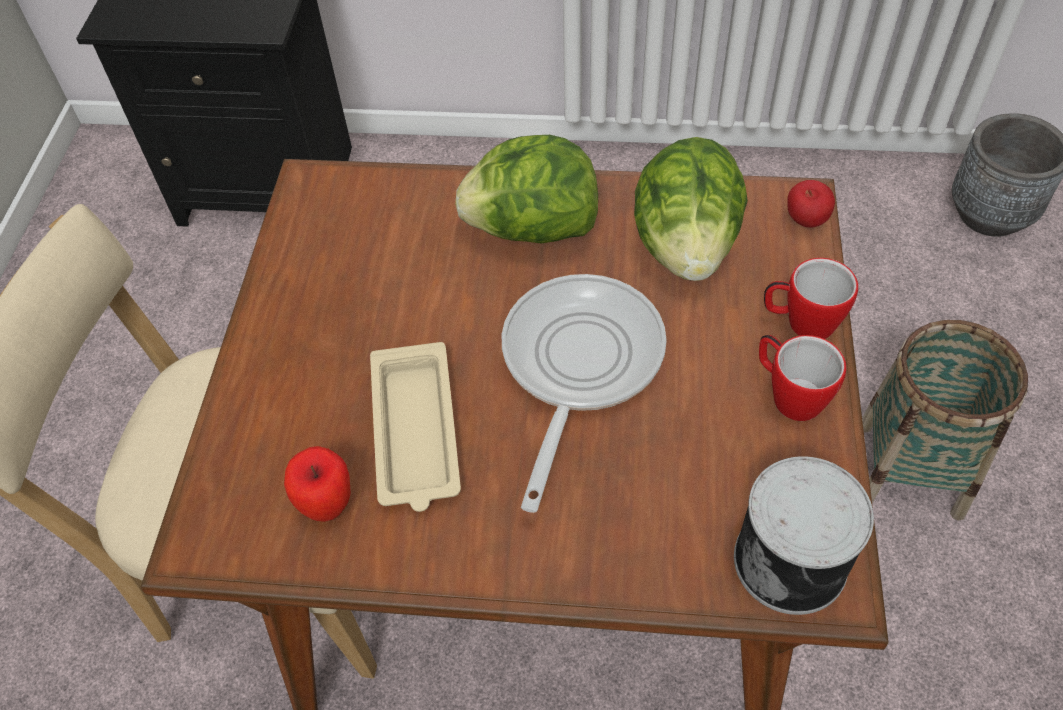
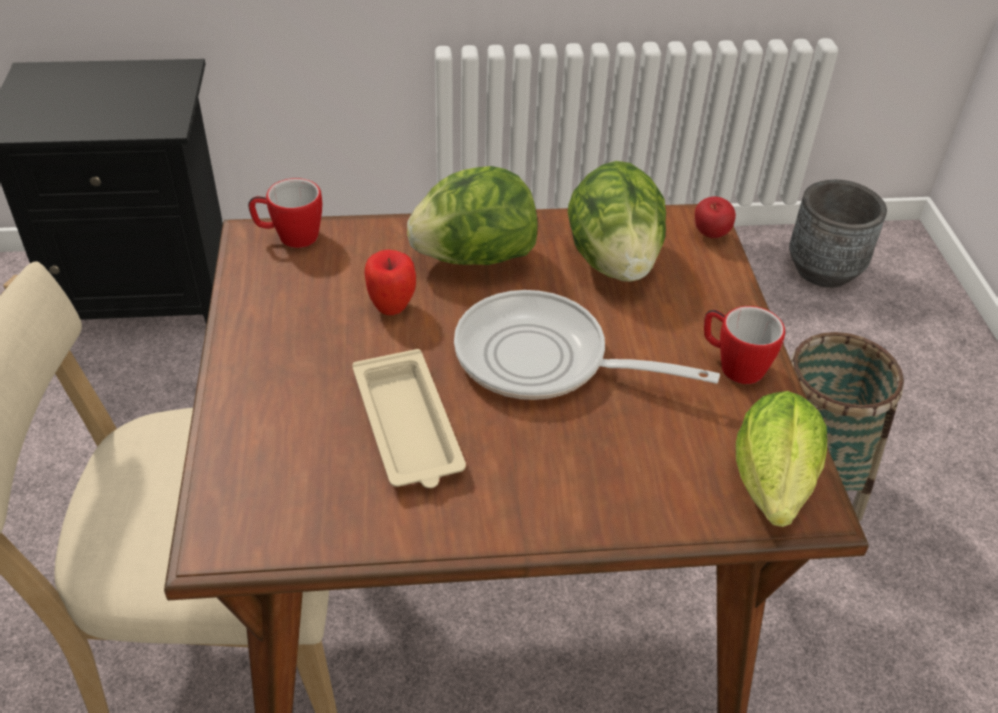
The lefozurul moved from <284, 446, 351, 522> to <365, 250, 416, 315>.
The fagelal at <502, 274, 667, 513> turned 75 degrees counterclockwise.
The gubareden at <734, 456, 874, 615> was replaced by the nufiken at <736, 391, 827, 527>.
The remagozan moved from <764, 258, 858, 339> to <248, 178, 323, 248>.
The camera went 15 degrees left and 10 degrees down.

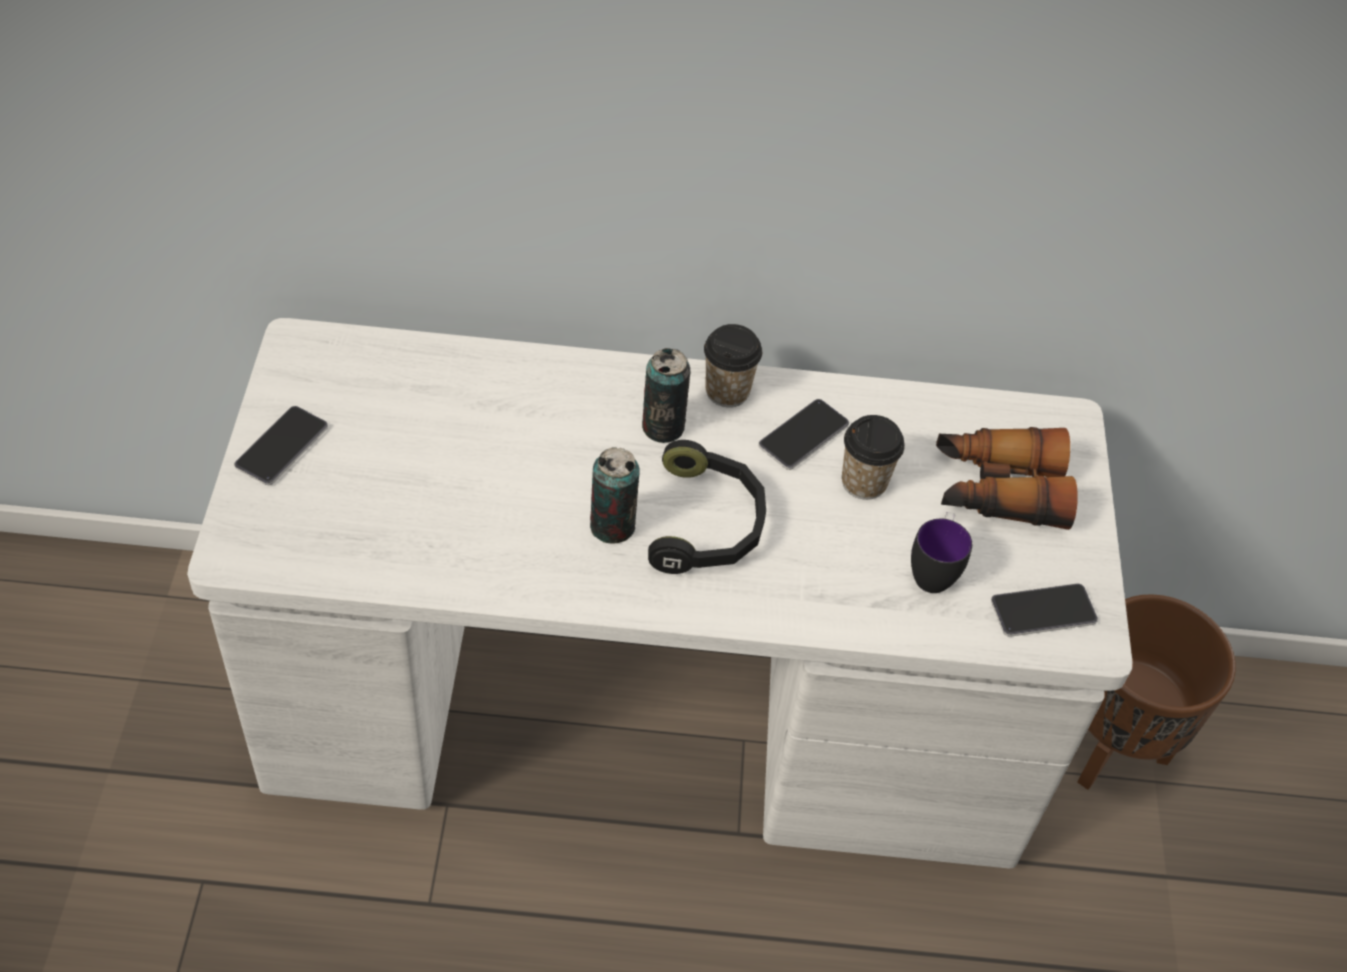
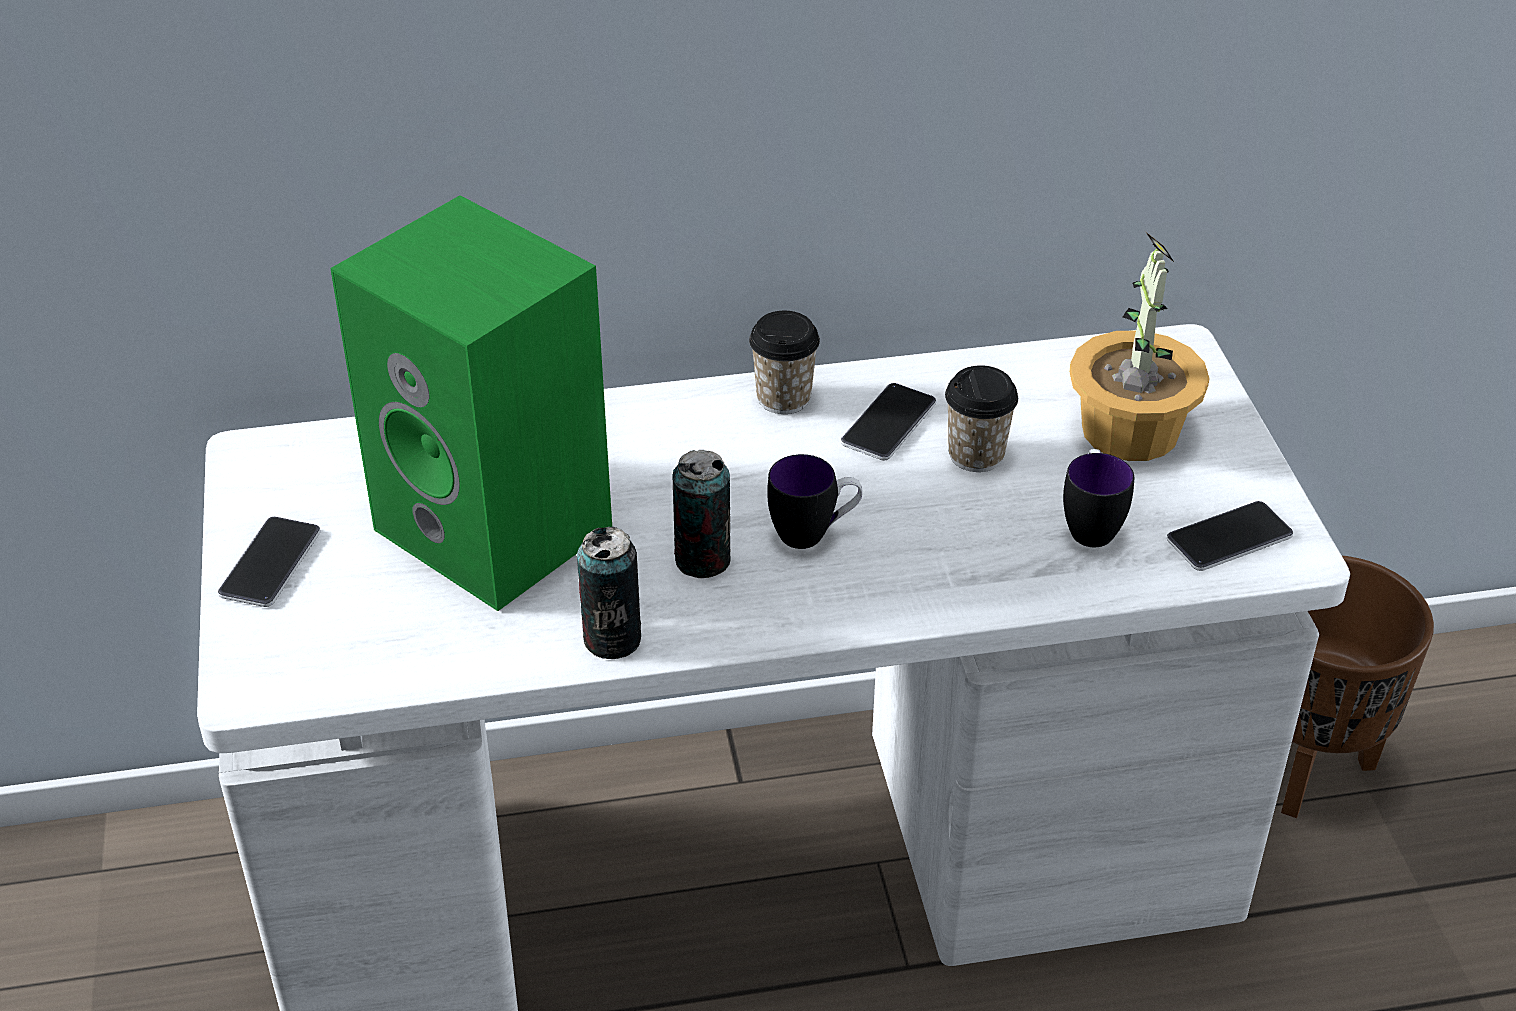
The gubareden moved from <642, 348, 690, 443> to <577, 527, 641, 659>.
The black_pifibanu at <648, 440, 766, 574> was replaced by the remagozan at <767, 454, 863, 549>.
The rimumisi at <936, 427, 1078, 530> was replaced by the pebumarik at <1069, 232, 1210, 461>.
The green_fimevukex at <330, 195, 612, 611> appeared.
The camera went 10 degrees left and 10 degrees down.

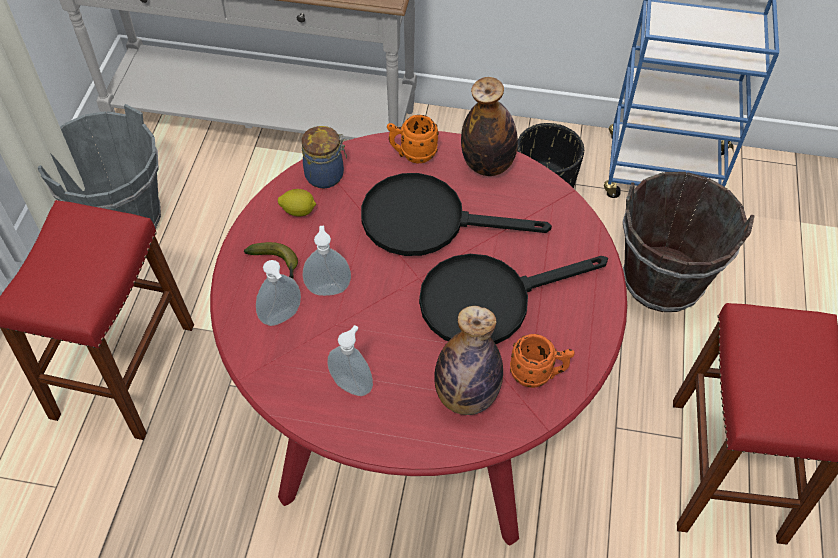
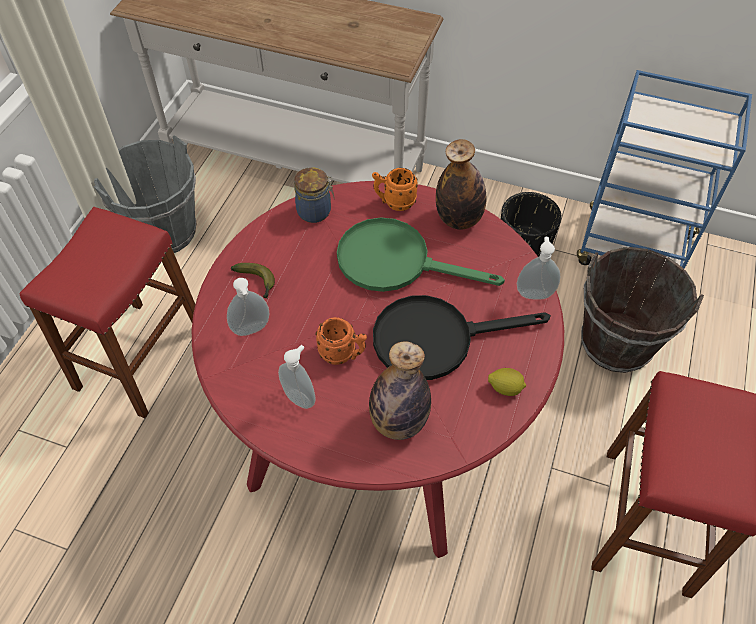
The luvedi moved from <278, 189, 316, 217> to <488, 368, 526, 396>.
The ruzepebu moved from <303, 226, 351, 296> to <517, 237, 560, 300>.
The black_fagelal at <361, 173, 552, 256> became the green_fagelal at <337, 218, 505, 292>.
The orange_remagozan moved from <510, 334, 575, 388> to <315, 317, 367, 365>.
The camera went 10 degrees right and 0 degrees up.

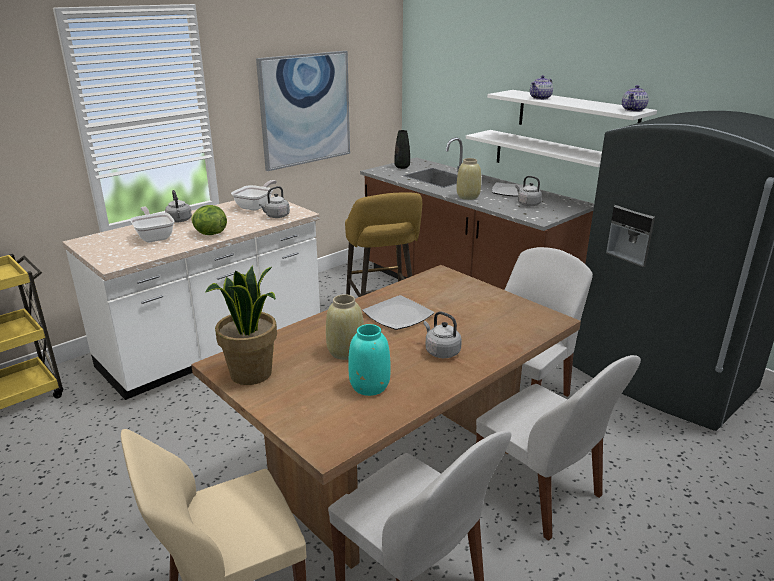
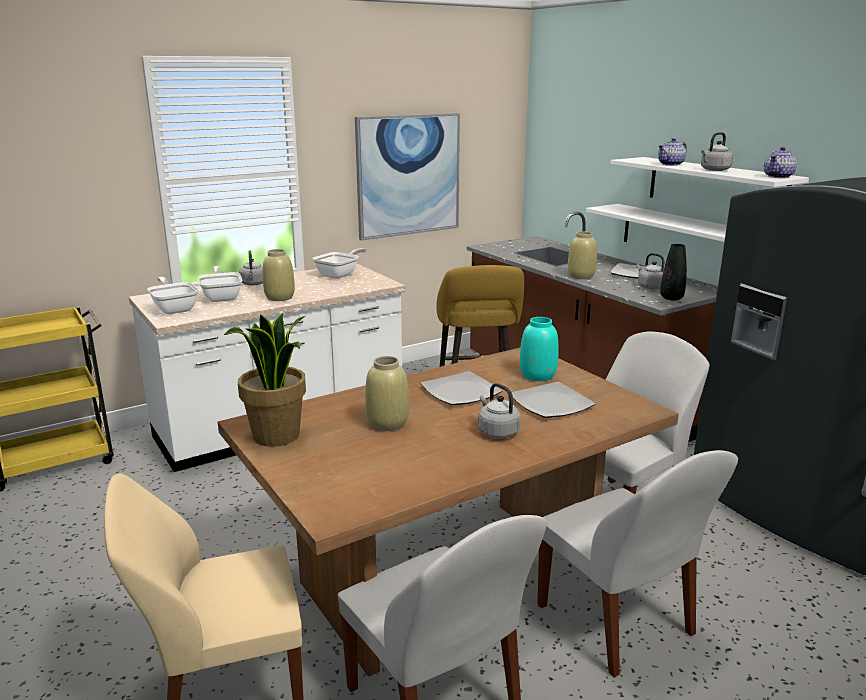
The nufiken at <191, 205, 227, 235> was replaced by the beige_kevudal at <263, 249, 295, 301>.
The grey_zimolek moved from <259, 186, 290, 218> to <701, 132, 733, 171>.
The turquoise_kevudal moved from <348, 324, 391, 396> to <520, 317, 559, 381>.
The black_kevudal moved from <394, 130, 410, 169> to <660, 244, 687, 301>.
The fagelal at <147, 277, 199, 314> appeared.
The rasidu at <511, 382, 596, 418> appeared.
The camera went 10 degrees right and 5 degrees down.

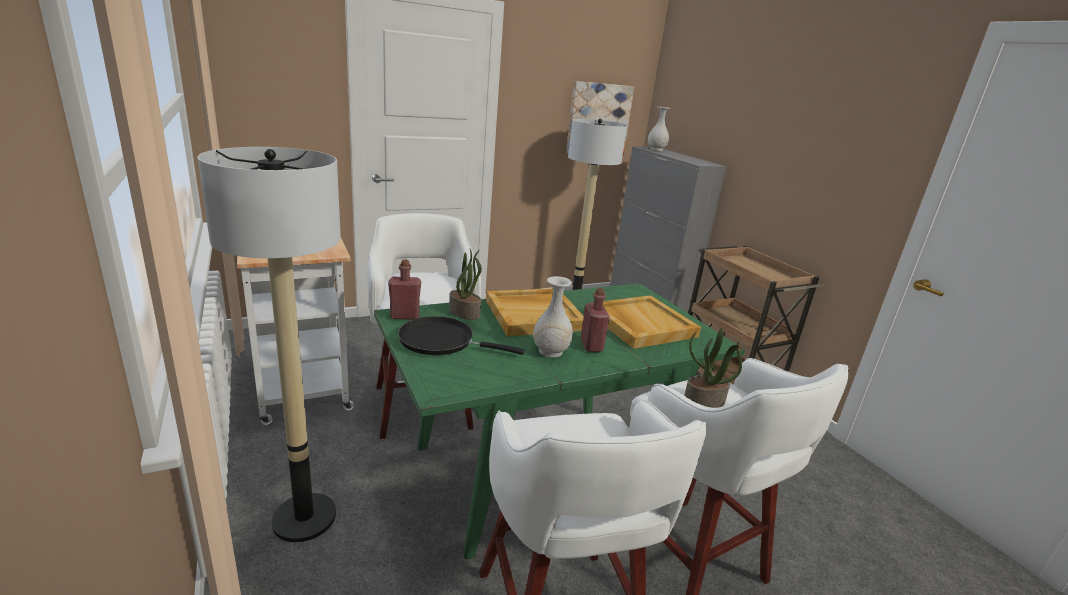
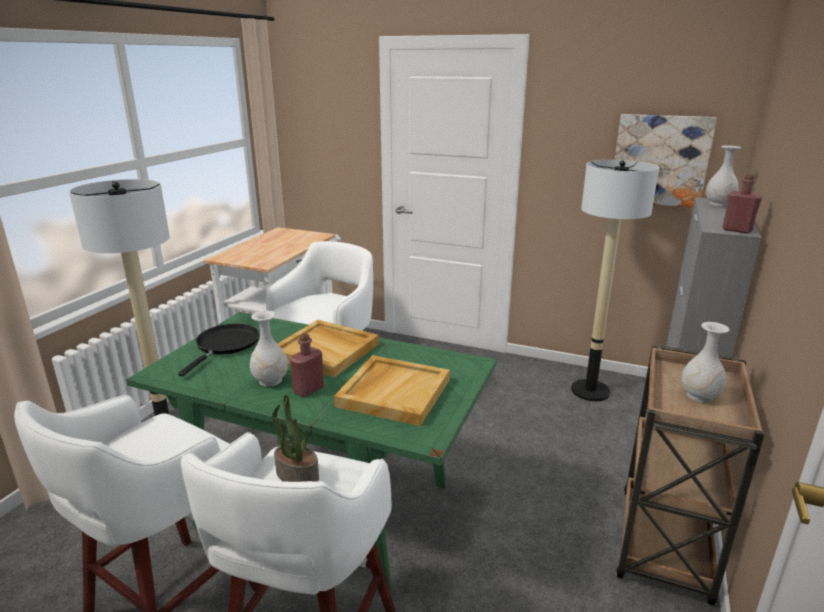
The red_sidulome moved from <388, 260, 421, 319> to <722, 174, 762, 234>.
The black_fagelal at <398, 316, 525, 355> turned 45 degrees clockwise.
The pebumarik at <449, 249, 482, 320> disappeared.
The white_kevudal at <682, 322, 729, 403> appeared.
The camera went 50 degrees right and 0 degrees up.

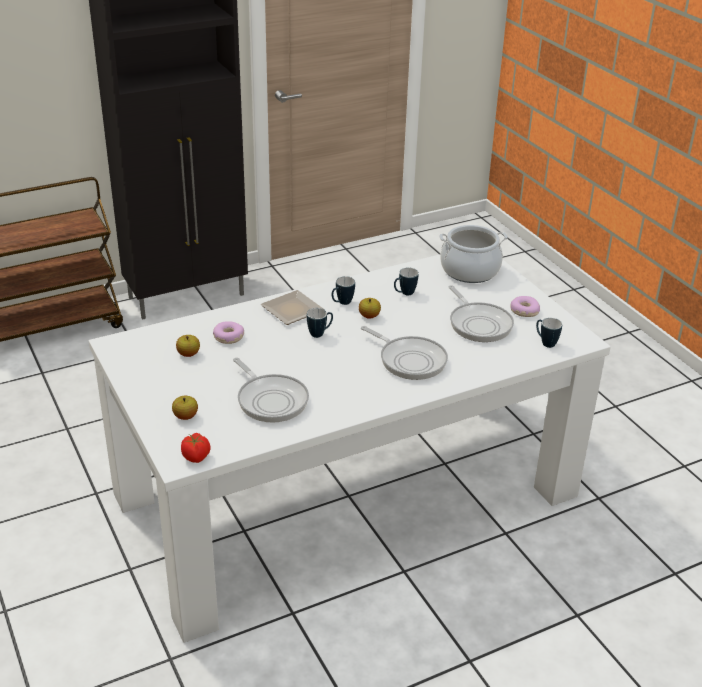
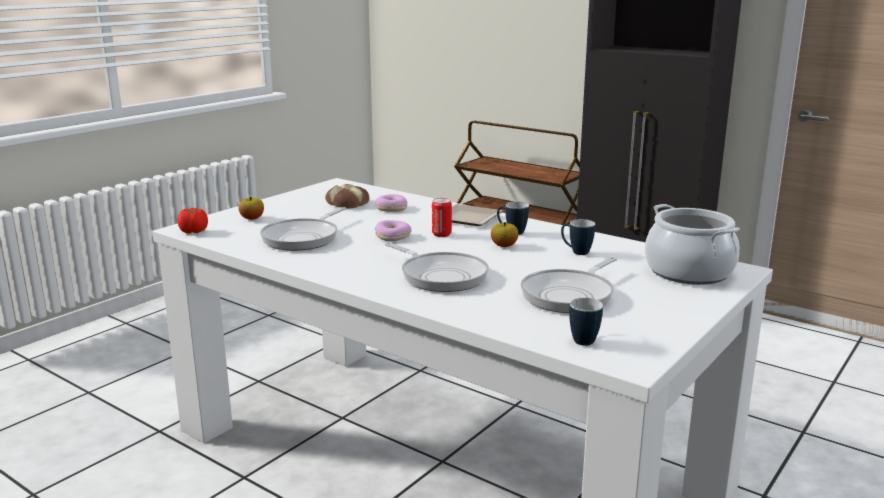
The lefozurul at <176, 335, 200, 357> was replaced by the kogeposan at <325, 184, 369, 209>.
The remagozan at <307, 308, 333, 338> was replaced by the gubareden at <432, 198, 452, 237>.
The fagelal at <361, 326, 448, 380> turned 60 degrees counterclockwise.
The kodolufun moved from <510, 296, 540, 317> to <375, 220, 411, 241>.
The camera went 65 degrees right and 15 degrees down.

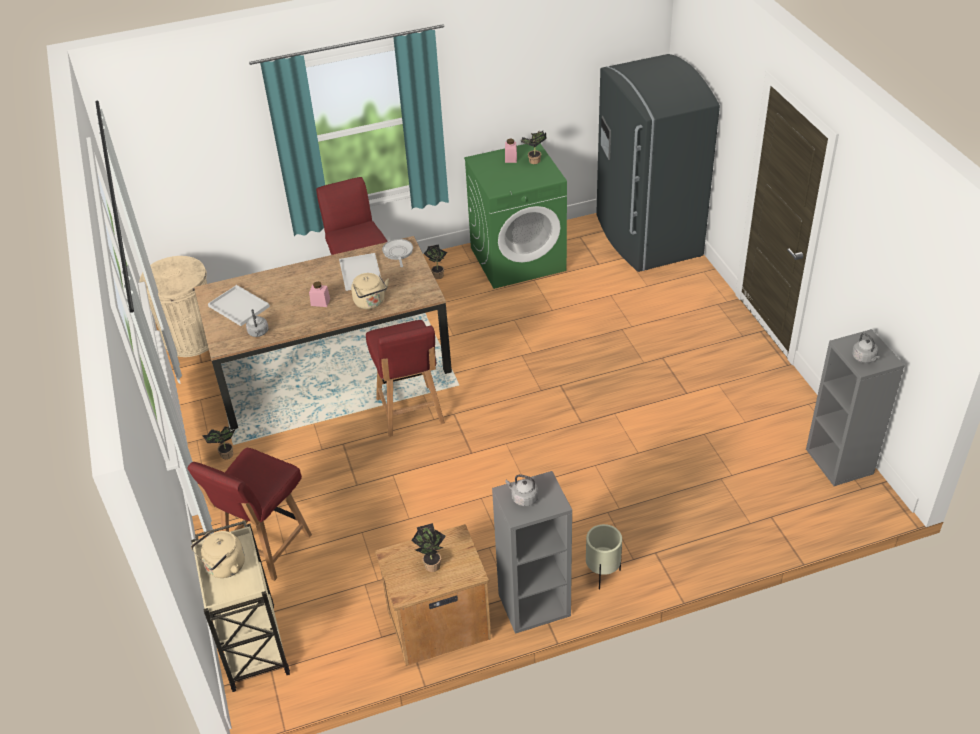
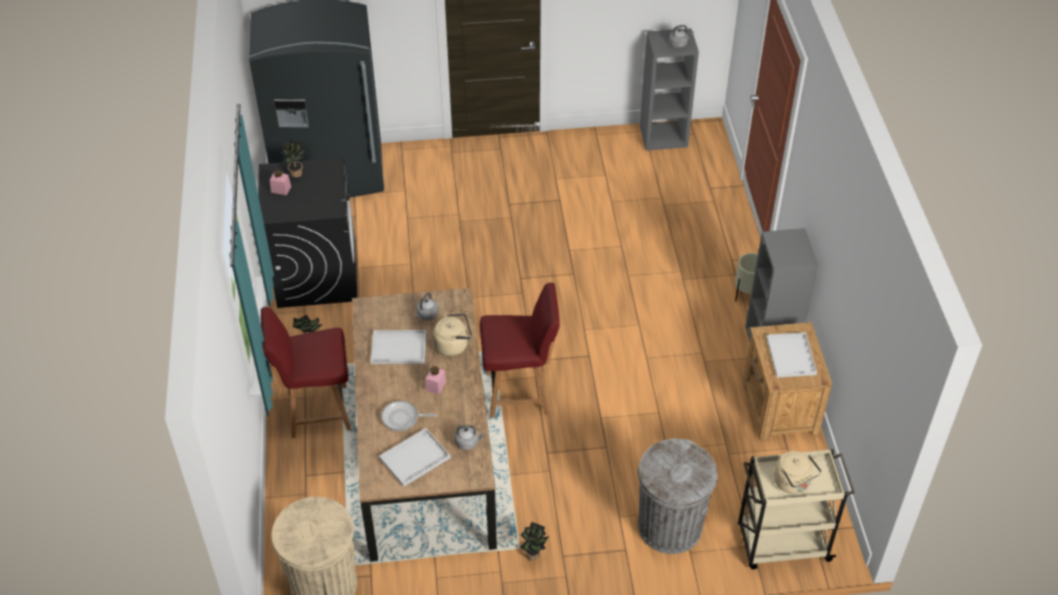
The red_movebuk at <187, 448, 312, 581> was replaced by the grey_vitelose at <638, 439, 717, 554>.
The fagelal moved from <382, 239, 413, 267> to <382, 401, 438, 431>.
The pebumarik at <411, 523, 446, 572> was replaced by the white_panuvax at <766, 332, 817, 378>.
The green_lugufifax at <464, 144, 567, 289> became the black_lugufifax at <258, 158, 358, 308>.
The grey_zimolek moved from <505, 474, 538, 507> to <414, 293, 438, 320>.
The camera went 80 degrees left and 5 degrees up.

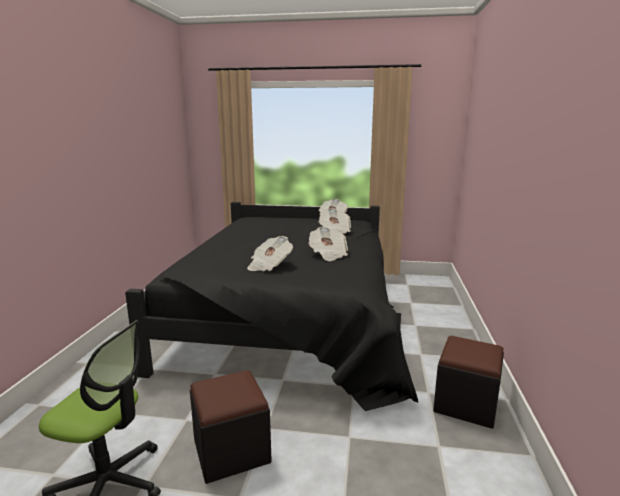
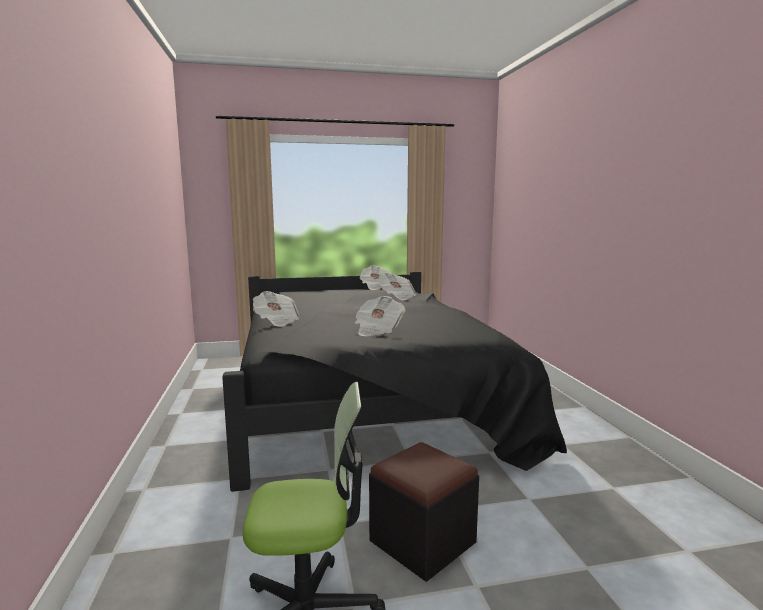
The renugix moved from <309, 227, 348, 261> to <253, 291, 300, 327>.
The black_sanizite at <433, 336, 504, 429> disappeared.
The camera went 20 degrees left and 5 degrees down.

